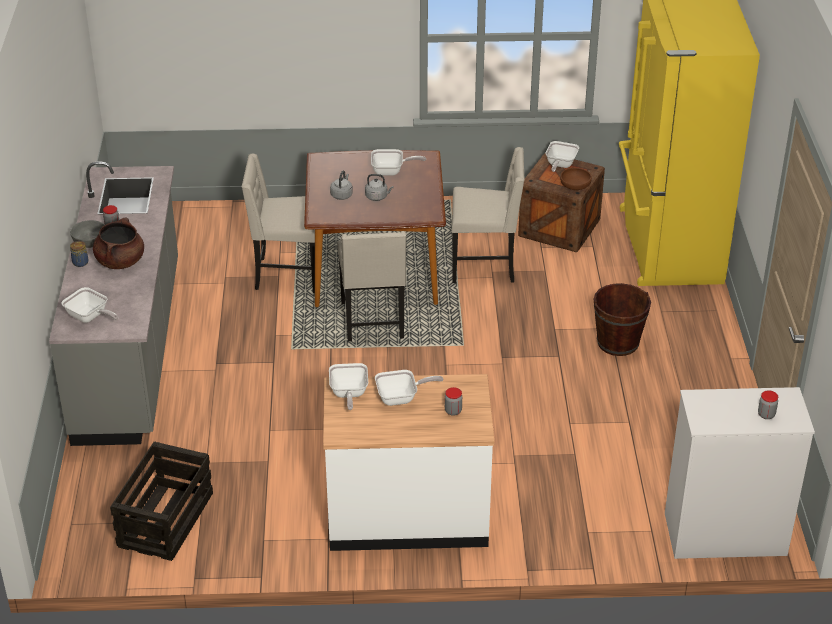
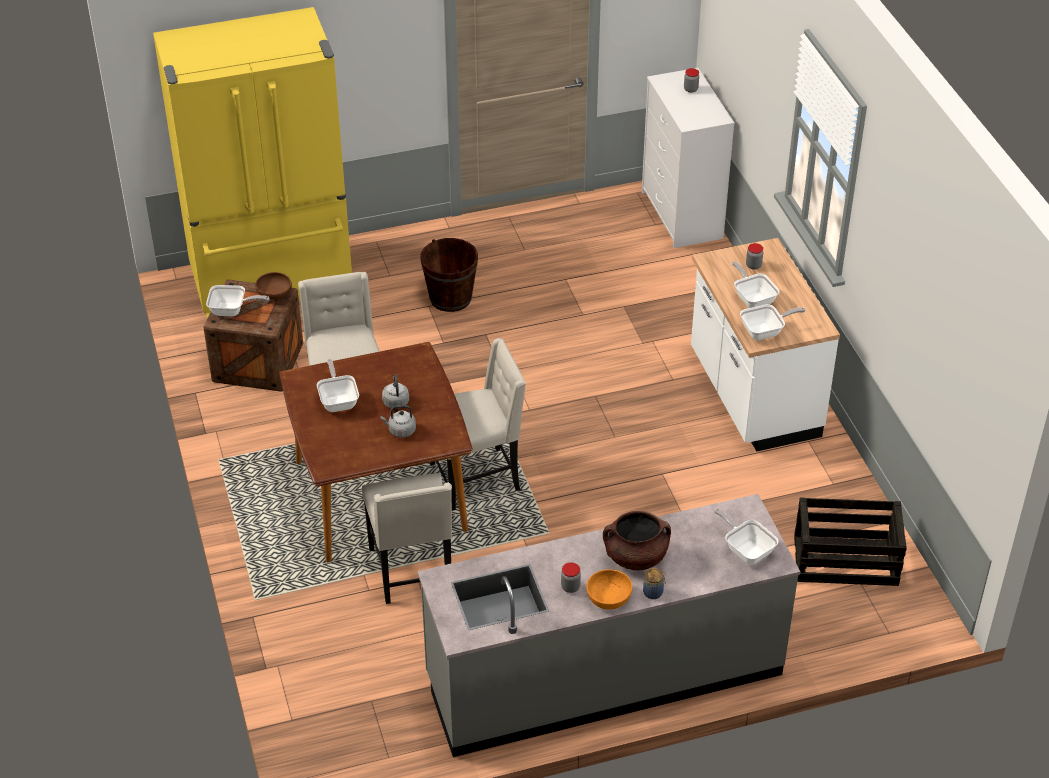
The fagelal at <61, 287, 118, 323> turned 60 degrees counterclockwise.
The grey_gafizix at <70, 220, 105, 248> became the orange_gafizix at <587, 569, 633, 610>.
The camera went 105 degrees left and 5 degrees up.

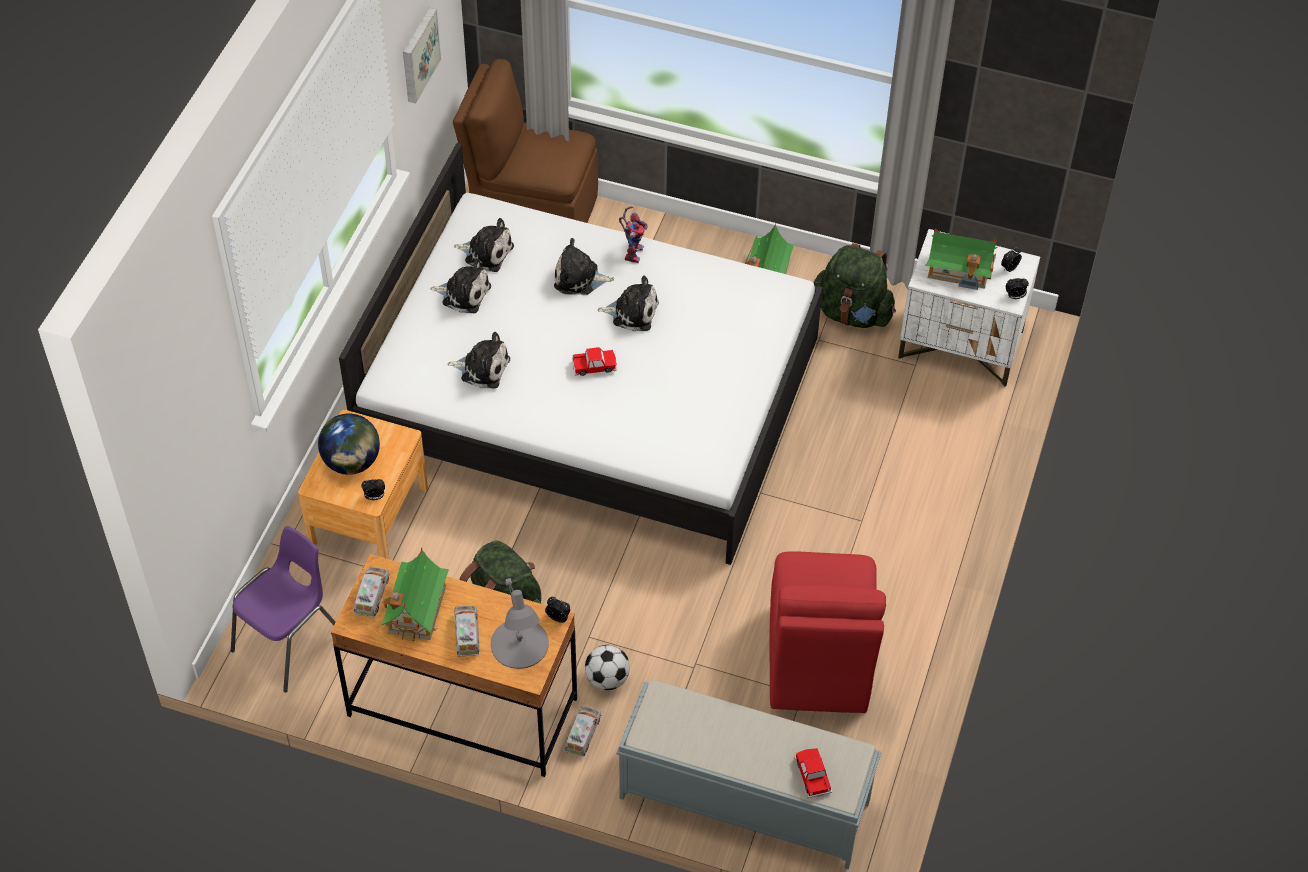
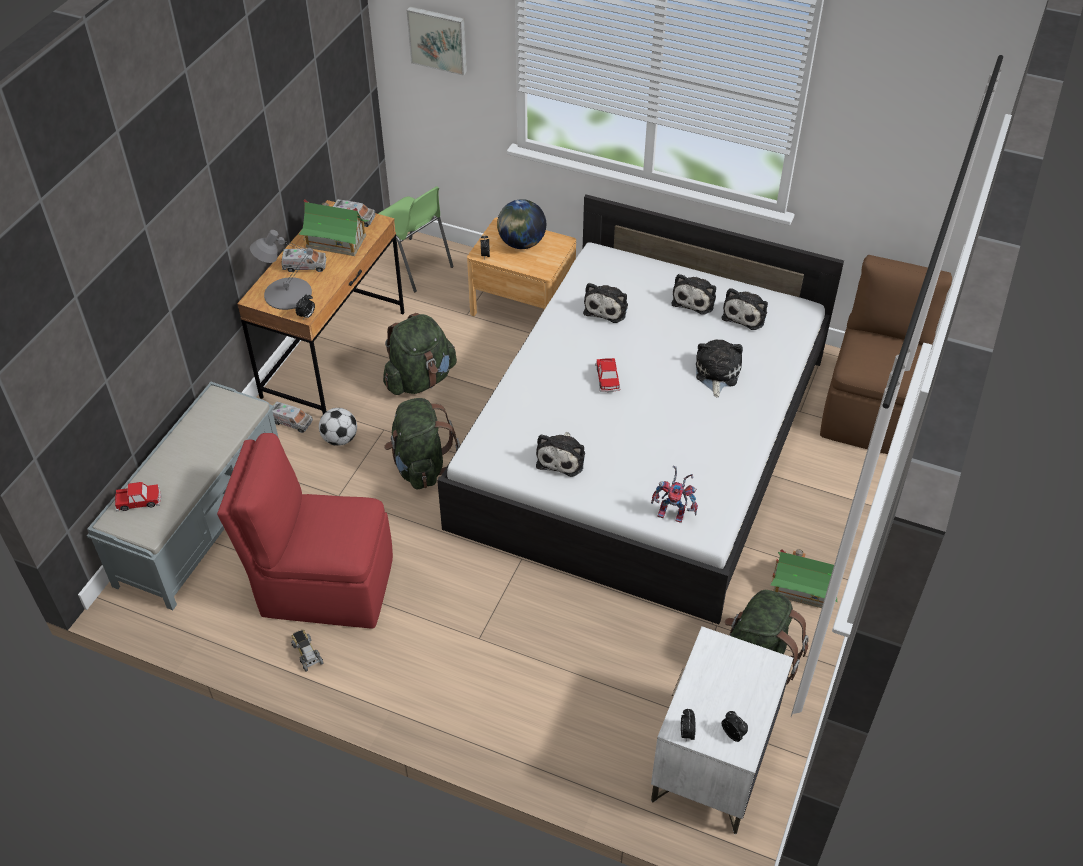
The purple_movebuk at <231, 526, 336, 692> became the green_movebuk at <378, 186, 454, 292>.
The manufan moved from <403, 8, 441, 103> to <407, 7, 467, 76>.
The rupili moved from <597, 275, 659, 331> to <536, 432, 585, 477>.
The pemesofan moved from <619, 206, 647, 263> to <651, 465, 698, 523>.
The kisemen at <925, 229, 998, 290> disappeared.
The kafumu at <291, 630, 323, 672> appeared.
The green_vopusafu at <384, 398, 460, 490> appeared.
The camera went 95 degrees right and 5 degrees down.

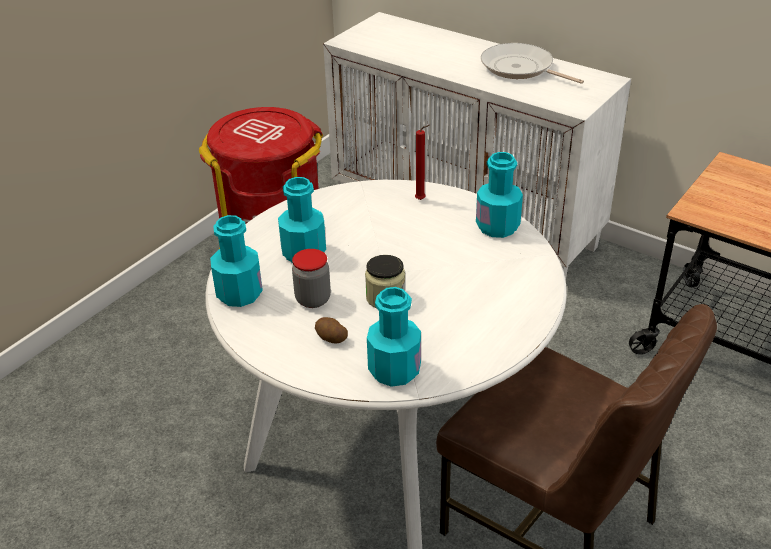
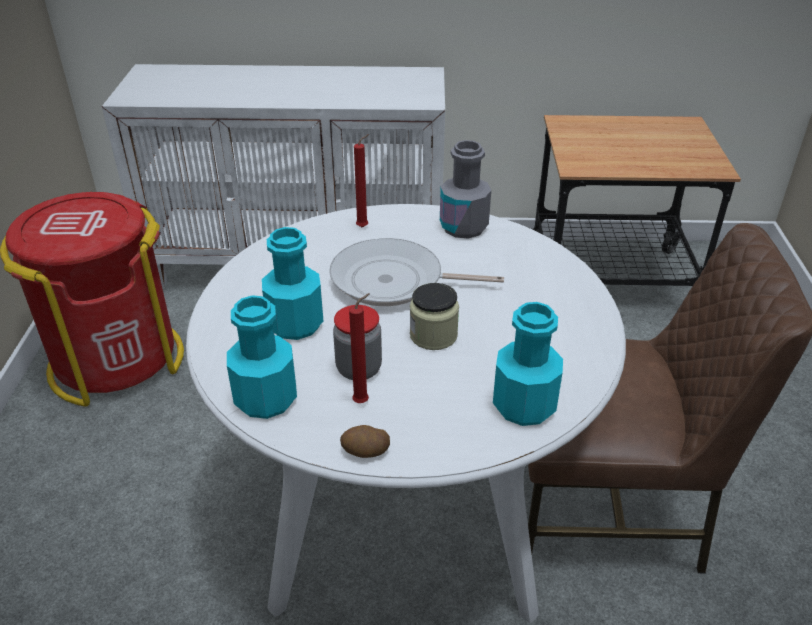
The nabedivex moved from <315, 317, 348, 343> to <340, 425, 390, 458>.
The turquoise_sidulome at <476, 152, 523, 238> became the grey_sidulome at <440, 140, 491, 239>.
The fagelal moved from <481, 43, 584, 84> to <329, 238, 504, 306>.
The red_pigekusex at <349, 293, 370, 403> appeared.
The camera went 35 degrees left and 0 degrees up.

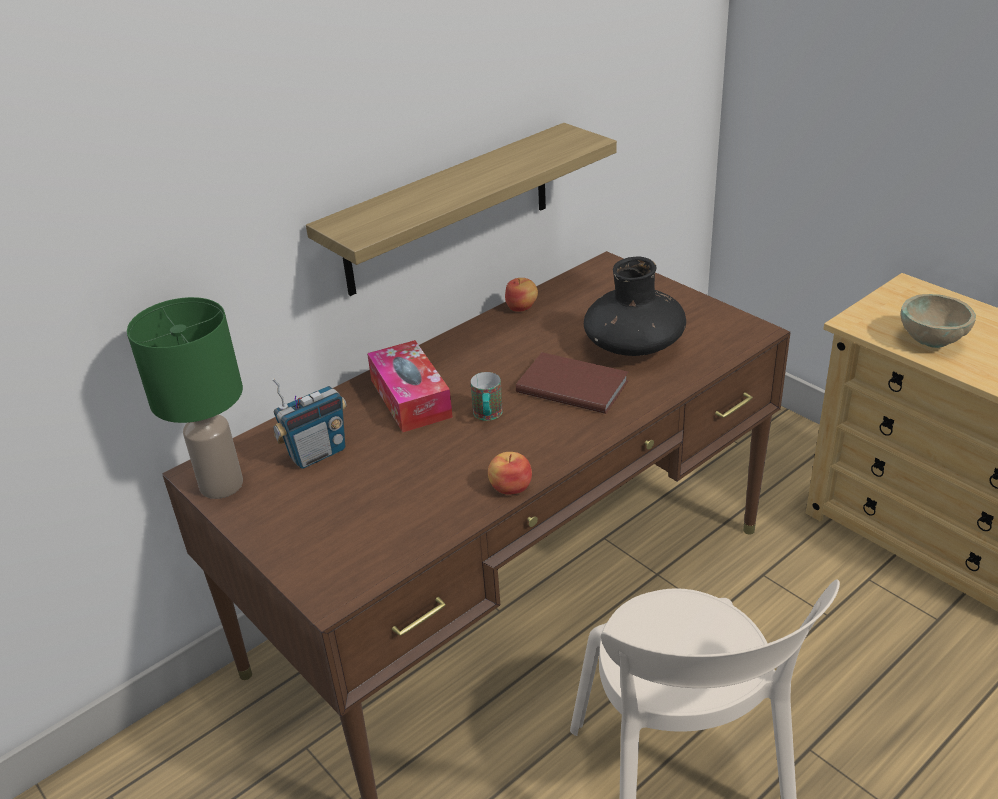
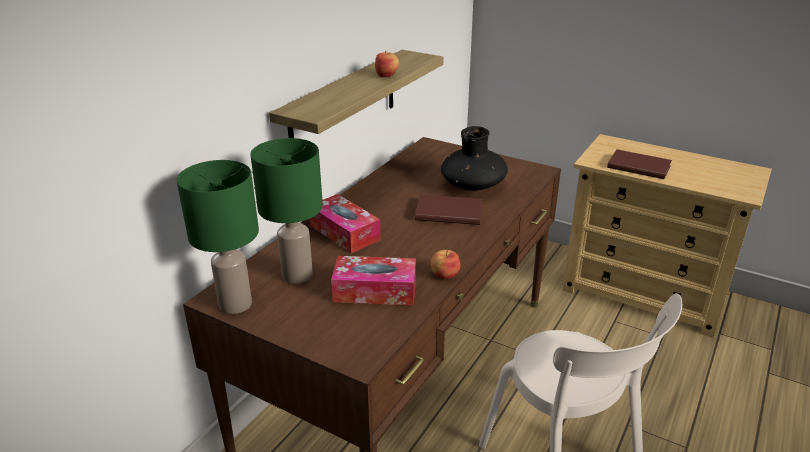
The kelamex at <272, 378, 347, 469> was replaced by the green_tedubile at <250, 138, 323, 284>.
The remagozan at <471, 372, 503, 421> disappeared.
The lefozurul moved from <505, 278, 538, 312> to <375, 51, 399, 77>.
The beige_gafizix at <901, 294, 976, 348> was replaced by the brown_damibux at <607, 149, 672, 179>.
The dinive at <331, 256, 416, 305> appeared.
The camera went 20 degrees left and 5 degrees down.

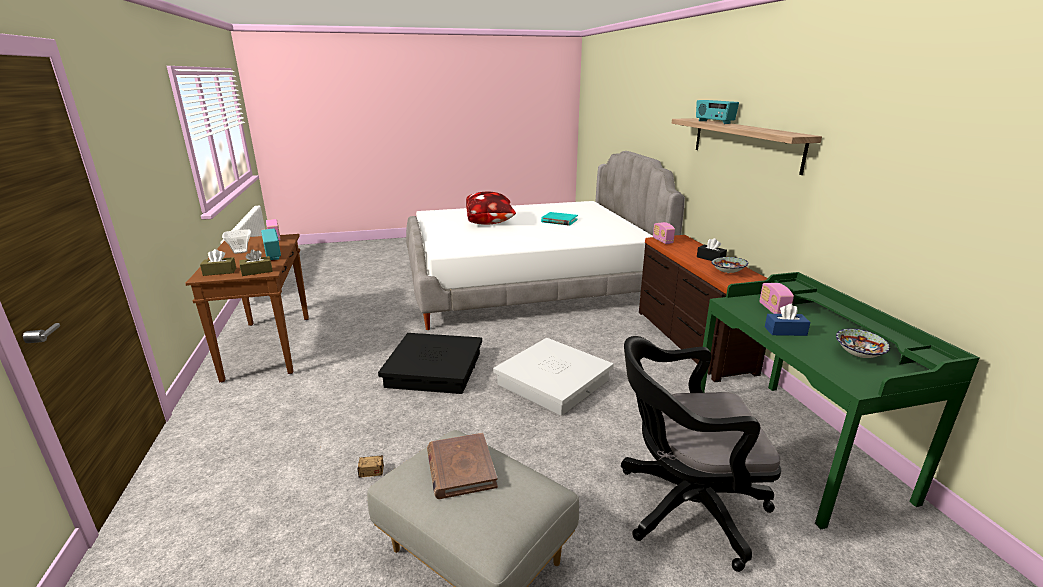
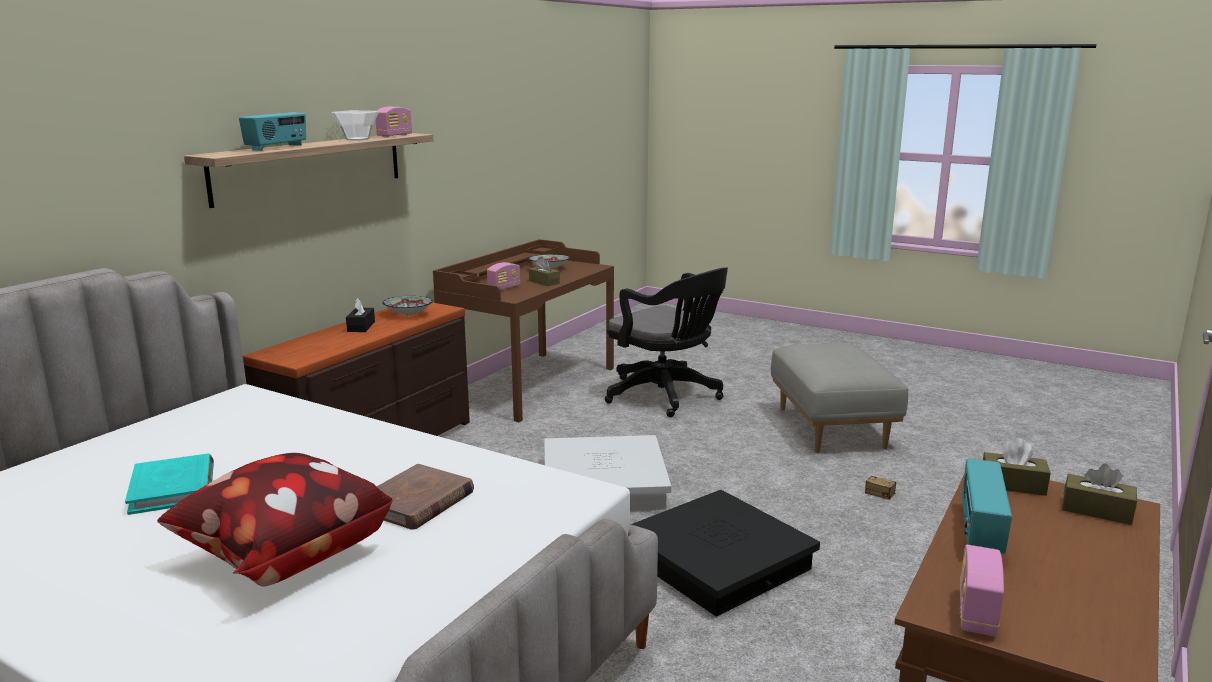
The gafizix moved from <222, 229, 251, 254> to <332, 110, 379, 141>.
The brown_damibux moved from <427, 433, 498, 499> to <377, 464, 474, 529>.
The kelamex moved from <653, 222, 675, 244> to <375, 107, 412, 137>.
The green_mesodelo at <701, 272, 979, 529> became the brown_mesodelo at <433, 239, 614, 422>.
The blue_dinive at <765, 304, 811, 336> became the brown_dinive at <529, 257, 560, 286>.
The camera went 135 degrees left and 5 degrees down.

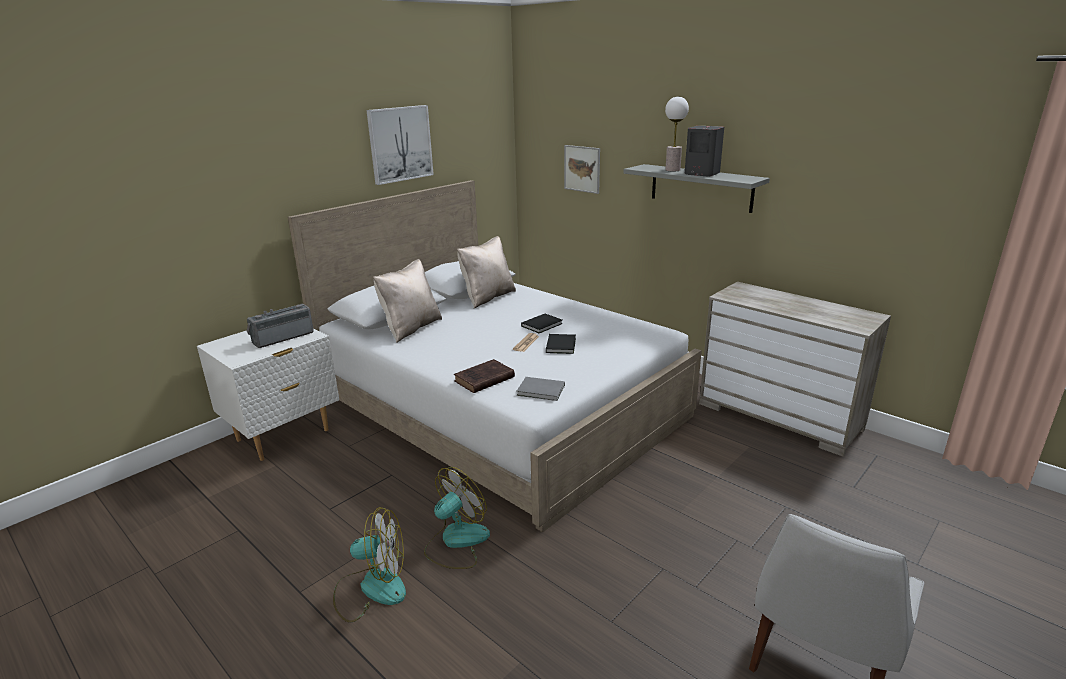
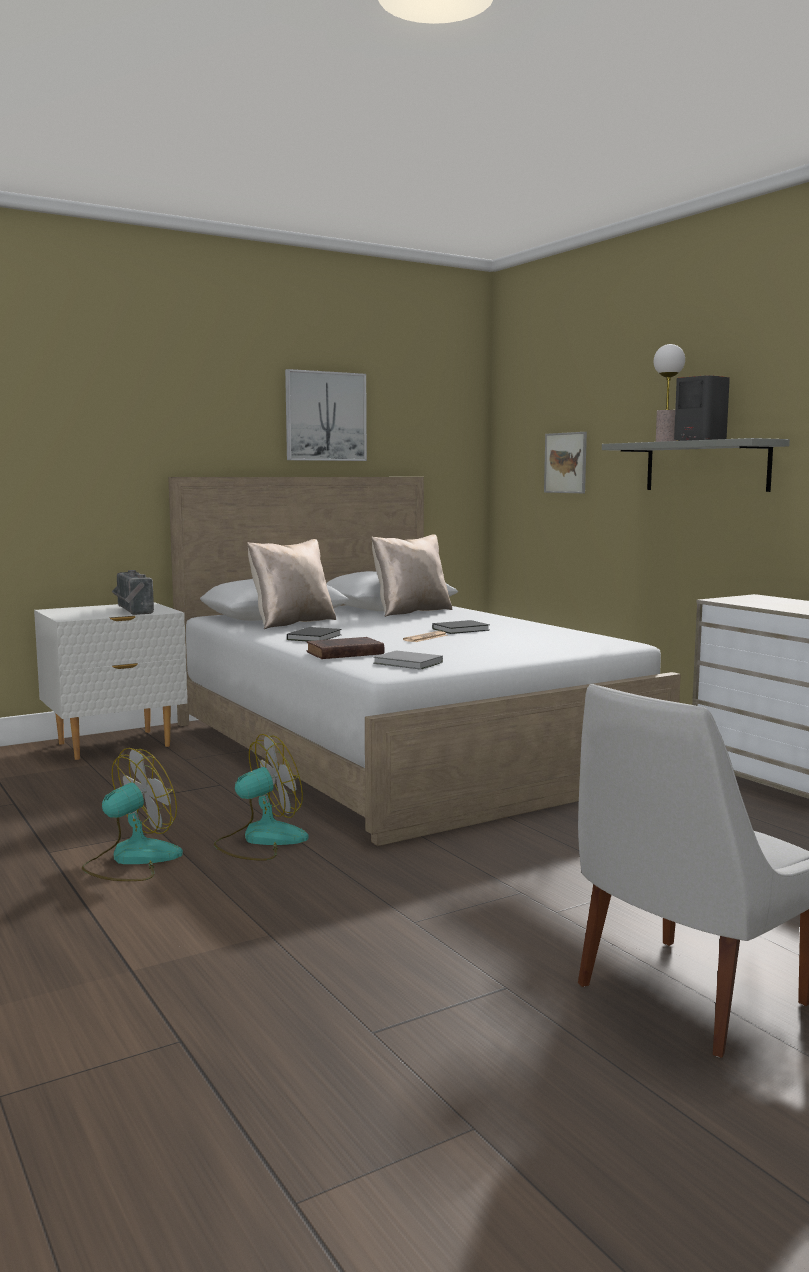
The kelamex at <247, 304, 314, 348> turned 90 degrees counterclockwise.
The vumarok at <333, 507, 406, 622> turned 60 degrees counterclockwise.
The black_damibux moved from <546, 334, 576, 354> to <287, 627, 342, 641>.
The camera went 15 degrees right and 15 degrees down.

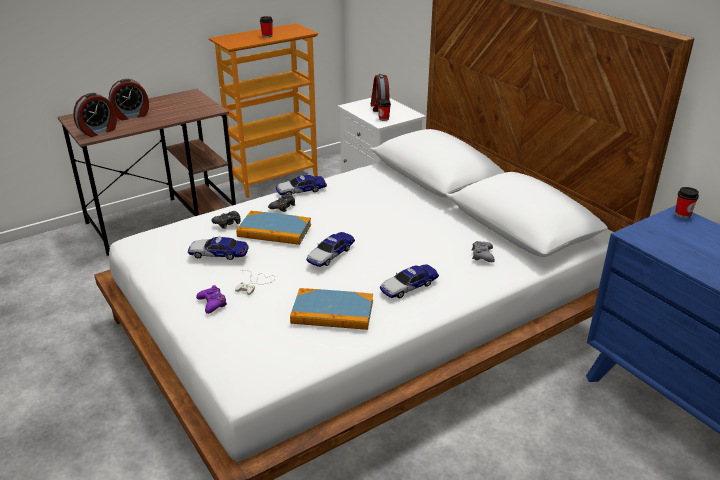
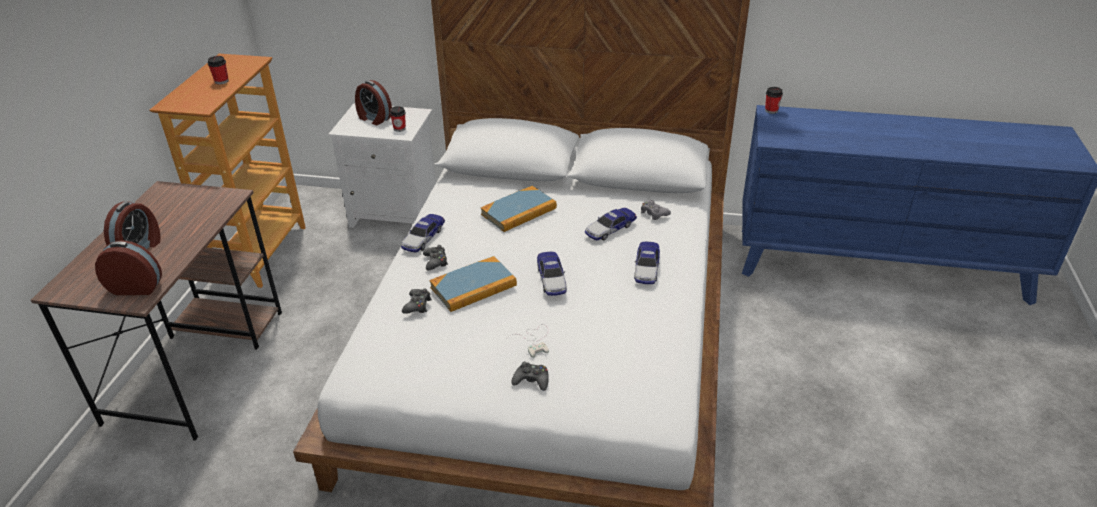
The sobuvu at <73, 93, 117, 137> turned 90 degrees counterclockwise.
The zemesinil moved from <188, 236, 249, 260> to <585, 208, 637, 240>.
The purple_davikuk at <196, 285, 227, 314> became the black_davikuk at <511, 362, 549, 391>.
The damibux moved from <290, 288, 373, 330> to <480, 186, 557, 232>.
The camera went 45 degrees left and 5 degrees up.

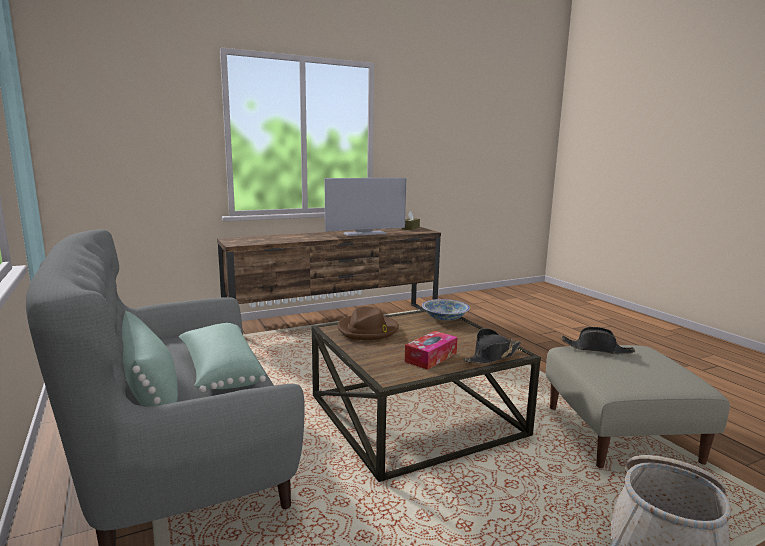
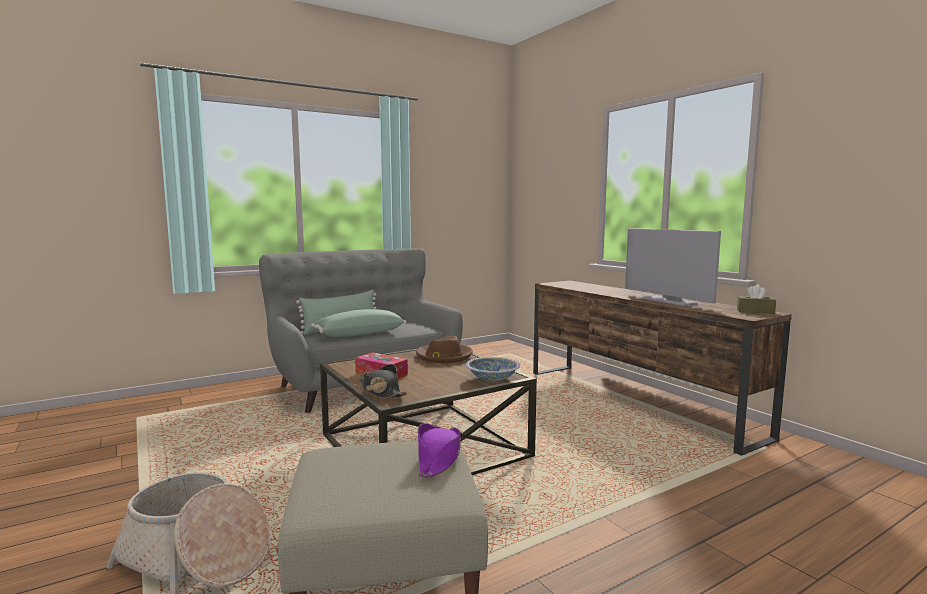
The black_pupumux at <561, 327, 635, 354> became the purple_pupumux at <418, 423, 461, 478>.
The camera went 85 degrees right and 5 degrees down.

